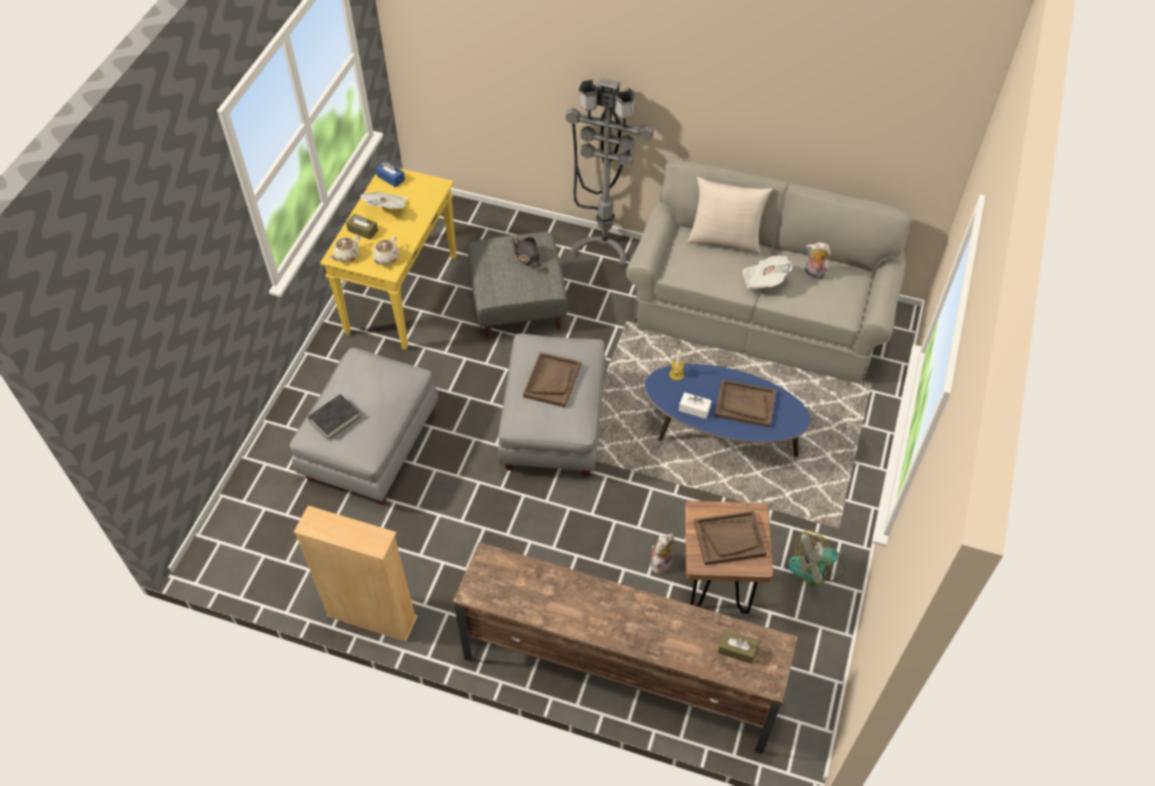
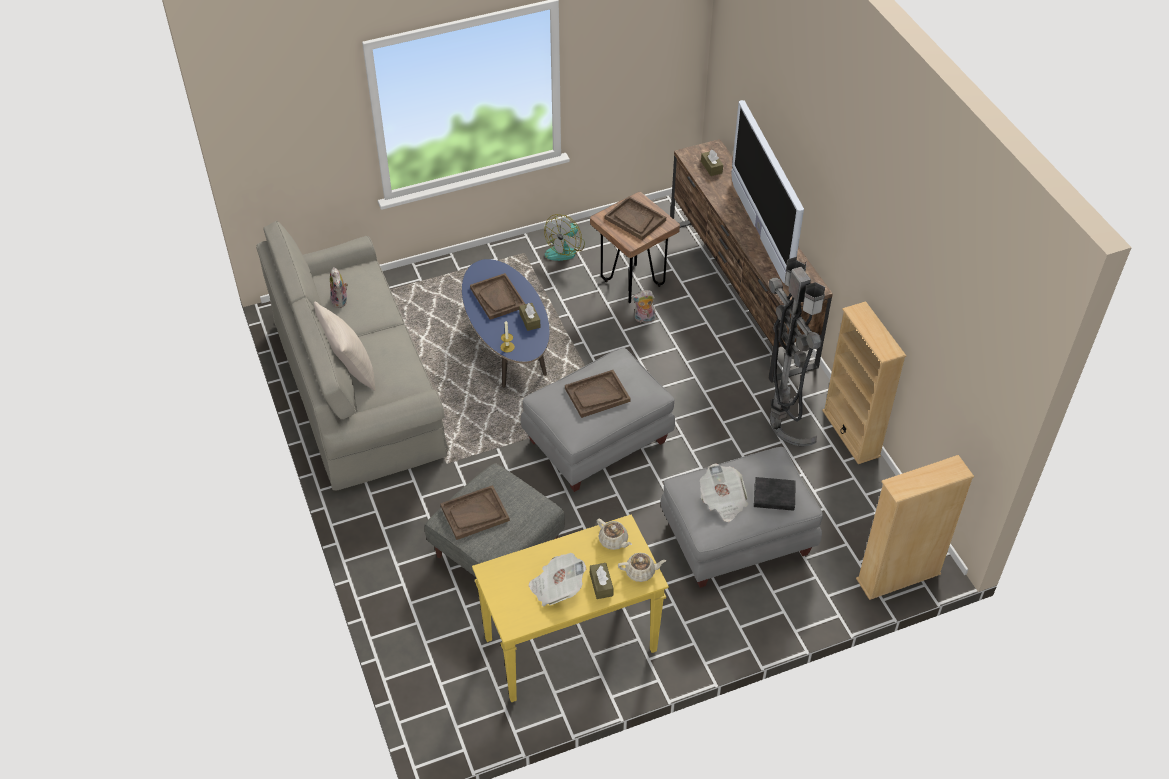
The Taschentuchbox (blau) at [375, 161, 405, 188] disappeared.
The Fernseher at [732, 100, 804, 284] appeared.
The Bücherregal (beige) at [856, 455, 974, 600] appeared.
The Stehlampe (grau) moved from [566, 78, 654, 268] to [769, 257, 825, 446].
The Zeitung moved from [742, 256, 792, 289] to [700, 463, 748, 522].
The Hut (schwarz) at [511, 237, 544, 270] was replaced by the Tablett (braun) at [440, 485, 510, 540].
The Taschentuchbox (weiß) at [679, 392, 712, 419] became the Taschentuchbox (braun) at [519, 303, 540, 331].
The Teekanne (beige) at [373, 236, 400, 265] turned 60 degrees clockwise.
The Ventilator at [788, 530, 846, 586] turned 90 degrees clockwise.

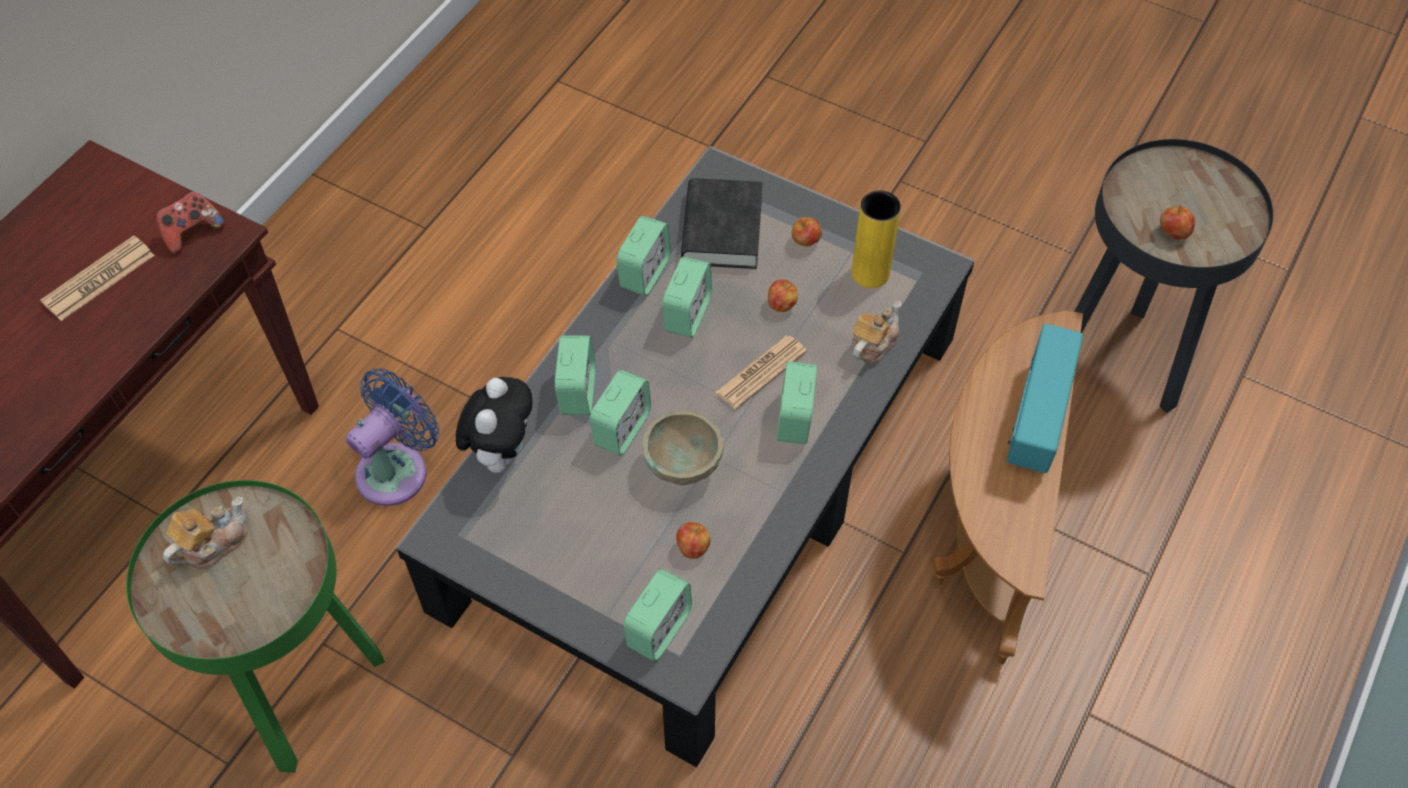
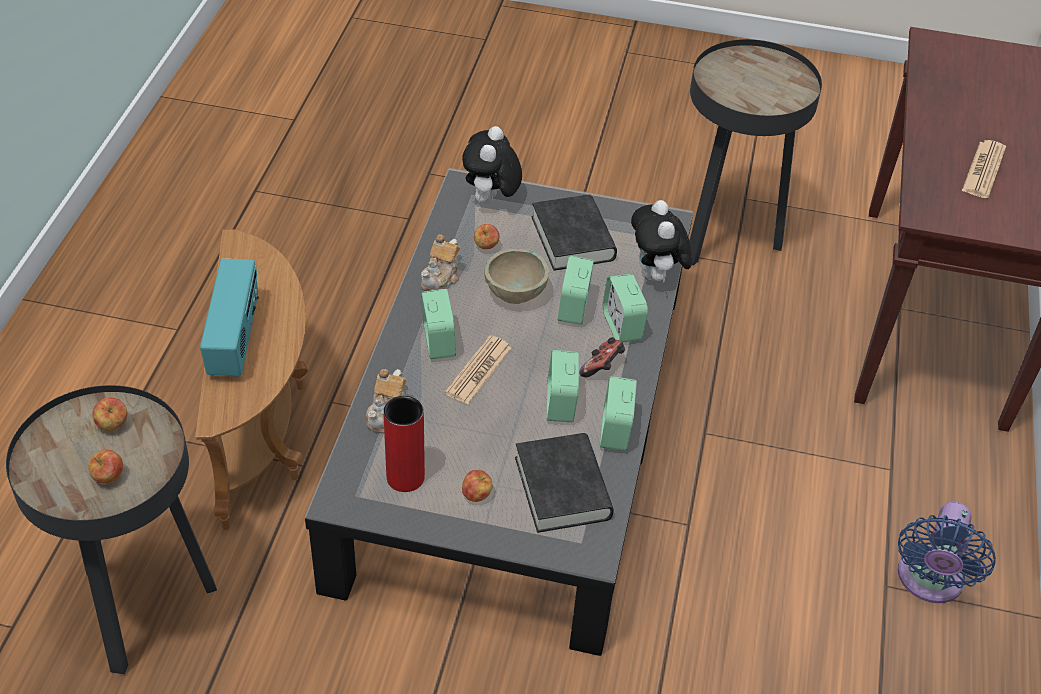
The Buch (schwarz) at [532, 195, 617, 271] appeared.
The Gamepad moved from [156, 192, 225, 254] to [579, 337, 625, 377].
The Teekanne moved from [163, 496, 248, 569] to [421, 234, 460, 291].
The Ventilator (blau) moved from [346, 368, 440, 506] to [898, 502, 996, 603].
The Apfel moved from [768, 279, 798, 312] to [88, 450, 123, 483].
The Wecker at [623, 569, 692, 662] was replaced by the Plüschtier at [462, 126, 522, 203].
The Beistelltisch (grün) at [126, 480, 385, 773] became the Beistelltisch (schwarz) at [689, 39, 822, 265].
The Vase (gelb) at [852, 190, 901, 288] became the Vase (rot) at [383, 396, 425, 492].

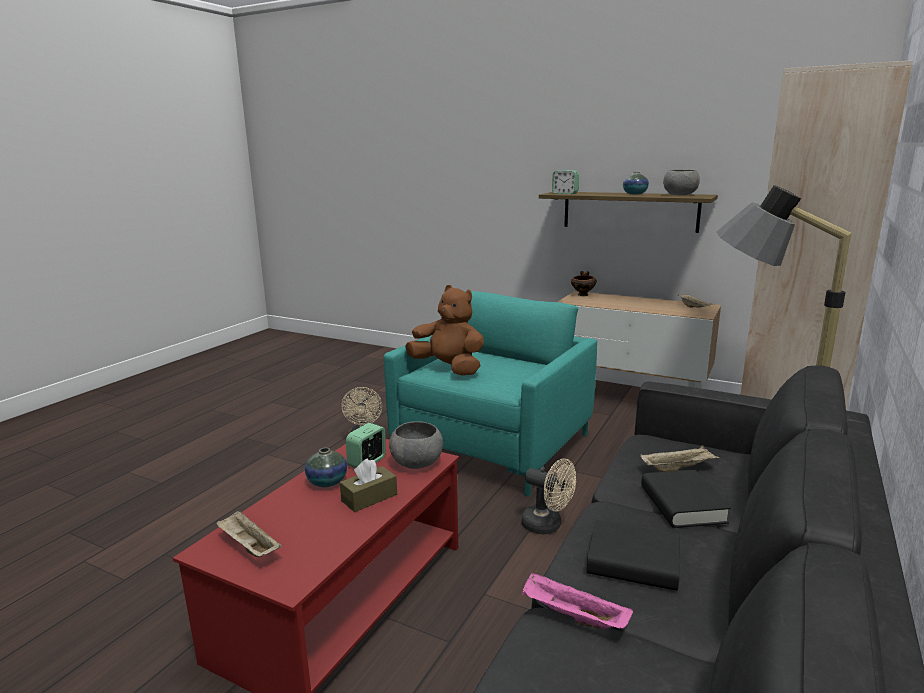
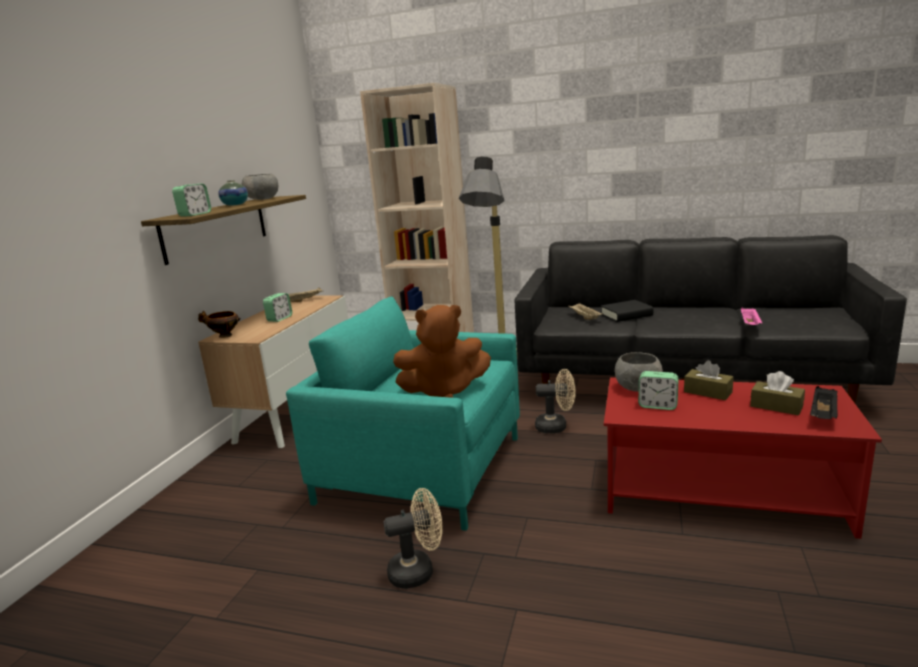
The Vase at [305, 448, 347, 487] disappeared.
The Buch (schwarz) at [586, 520, 680, 591] disappeared.
The Wecker at [263, 293, 292, 322] appeared.
The Taschentuchbox (braun) at [750, 371, 805, 415] appeared.
The Tablett (beige) at [216, 510, 282, 557] became the Tablett (schwarz) at [810, 386, 838, 419].
The Plüschtier (braun) at [405, 285, 484, 375] turned 120 degrees counterclockwise.
The Ventilator (beige) at [521, 459, 576, 535] turned 75 degrees clockwise.

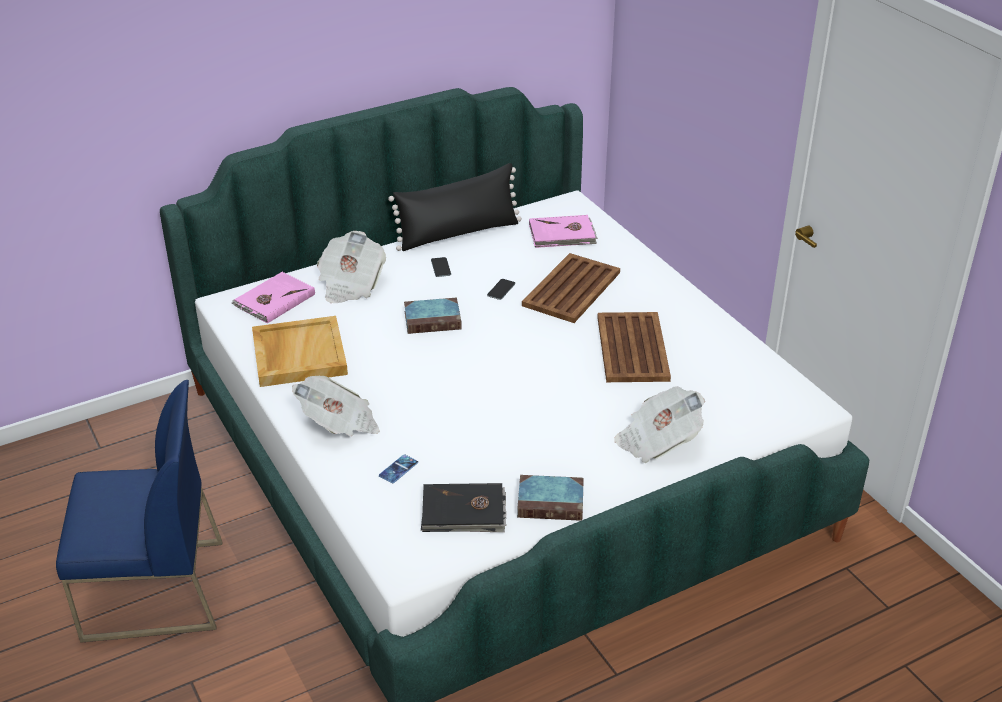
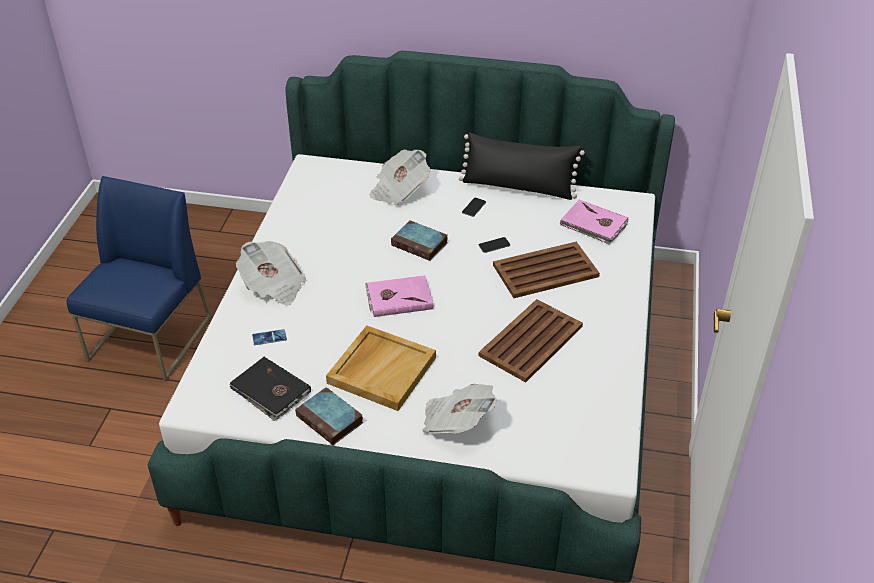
The Buch (rosa) moved from [232, 272, 315, 324] to [365, 275, 434, 317].
The Tablett (beige) moved from [252, 316, 348, 387] to [326, 325, 436, 411].
The Stuhl (blau) at [56, 380, 222, 643] turned 105 degrees counterclockwise.

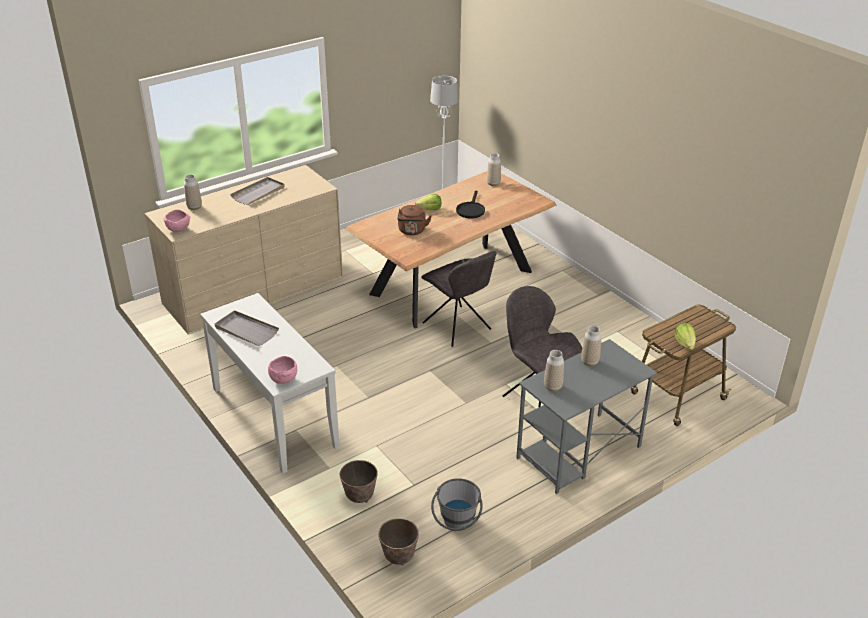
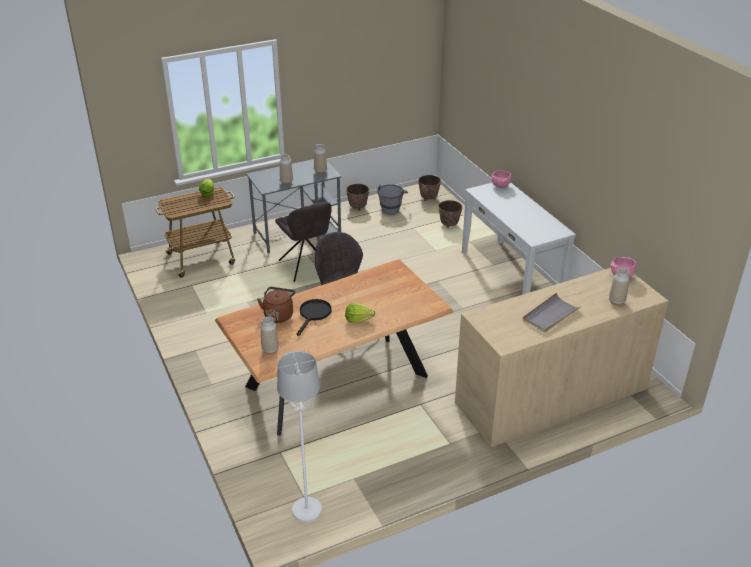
The Tablett (grau) at [215, 310, 279, 346] disappeared.
The Pflanzkübel at [346, 184, 369, 211] appeared.
The Wasserkessel (braun) moved from [397, 205, 432, 235] to [257, 287, 295, 323].

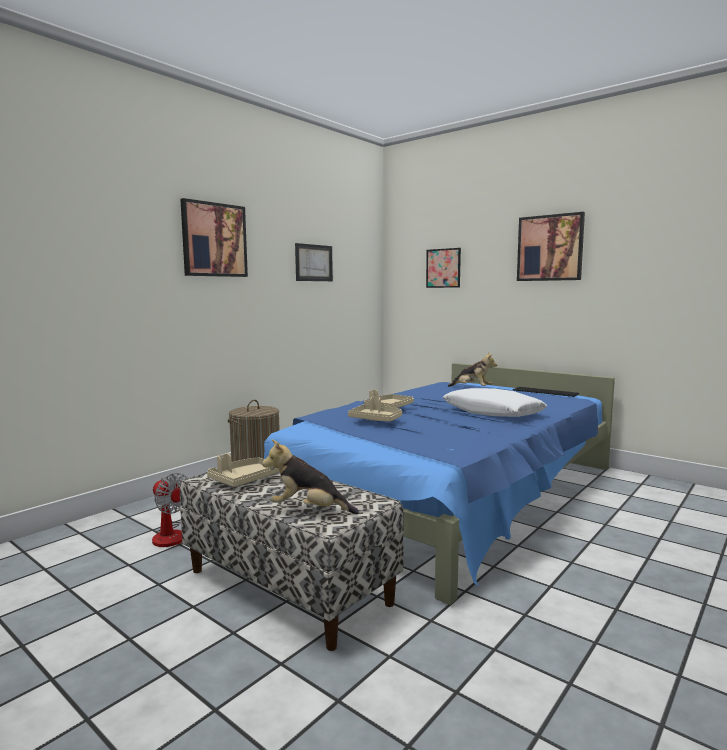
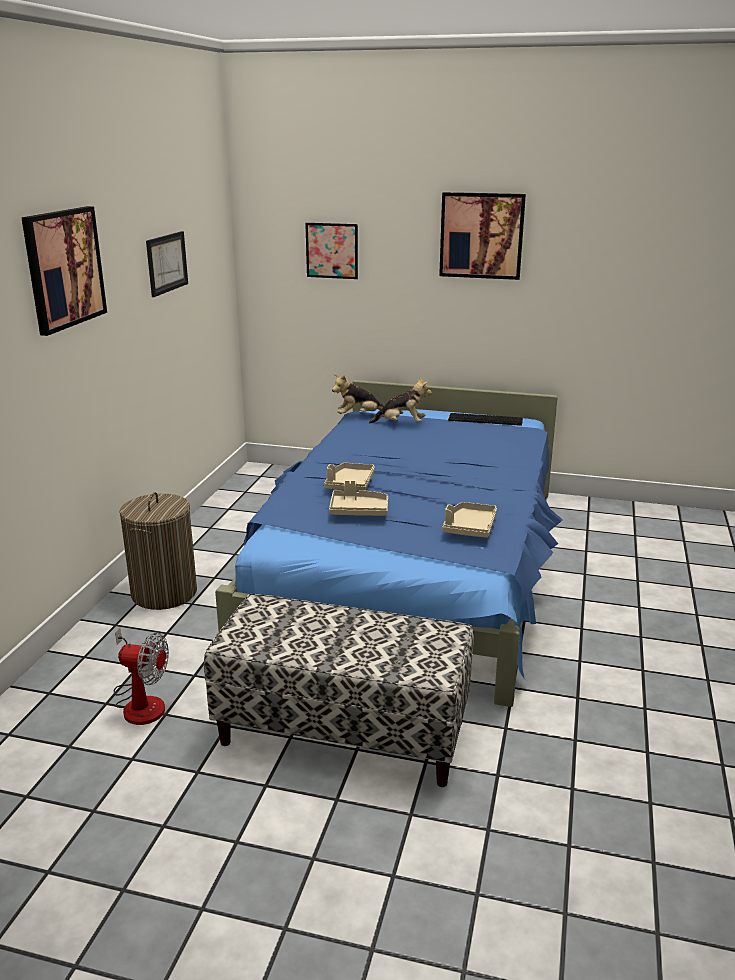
The Kissen (weiß) at [443, 388, 547, 417] disappeared.
The Tablett (beige) moved from [207, 453, 279, 487] to [442, 502, 497, 538].
The Plüschtier moved from [262, 439, 359, 514] to [332, 374, 384, 414].

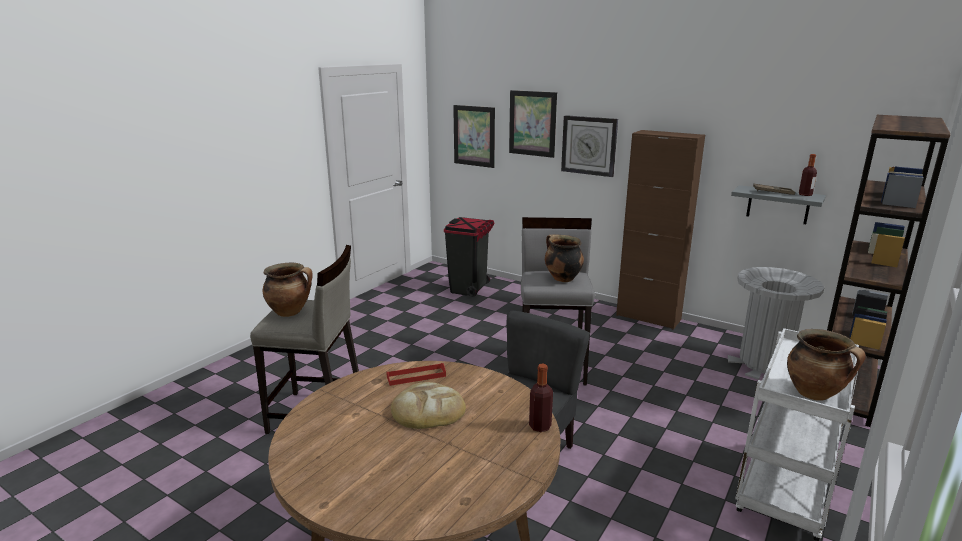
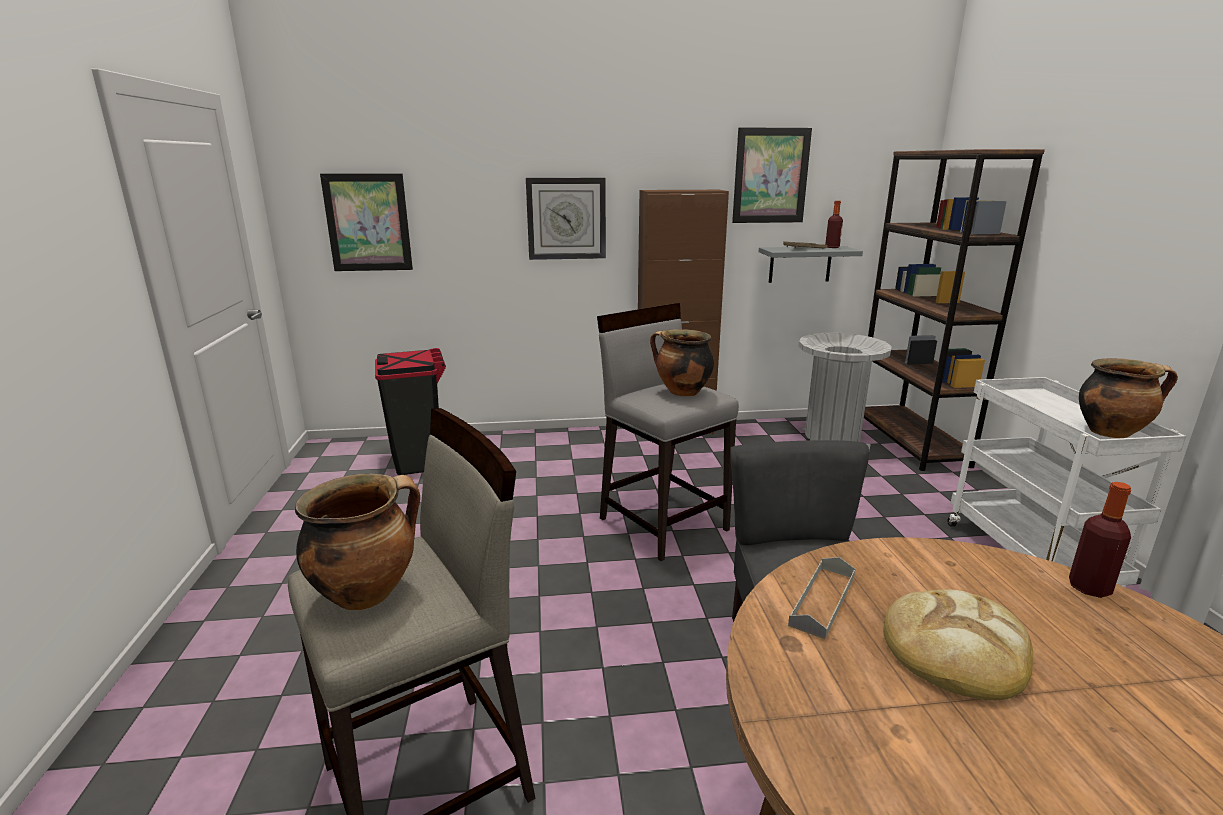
The Bild moved from [509, 90, 557, 158] to [732, 127, 812, 223].
The Tablett (rot) at [386, 363, 446, 386] became the Tablett (grau) at [788, 557, 855, 639].

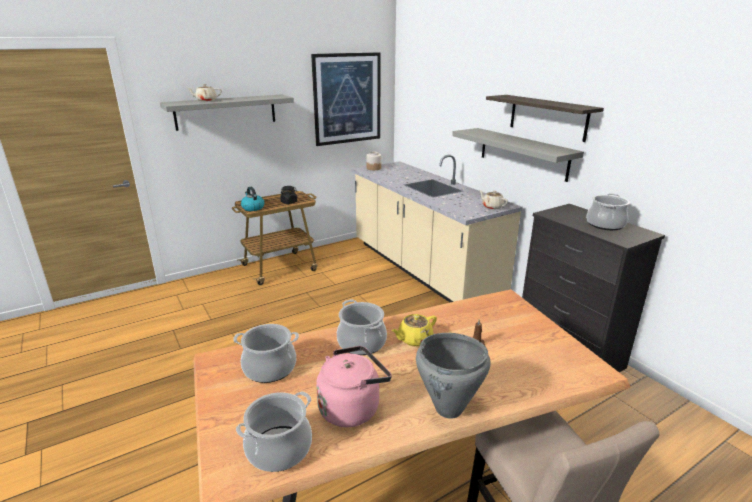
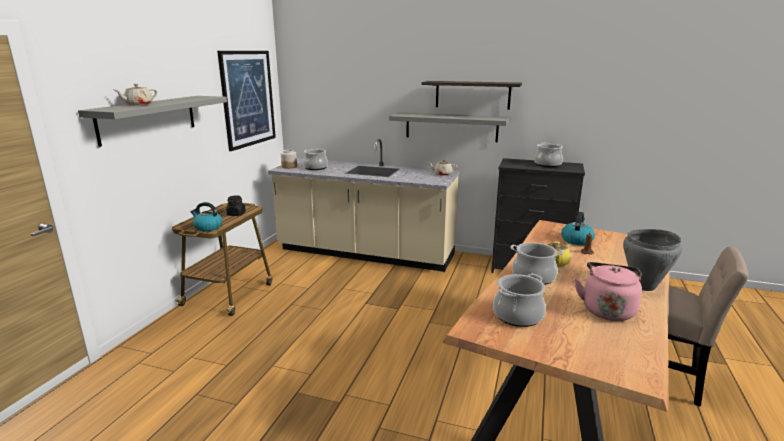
The Wasserkessel at [561, 212, 595, 245] appeared.
The Kochtopf moved from [236, 391, 312, 472] to [303, 148, 328, 170].

